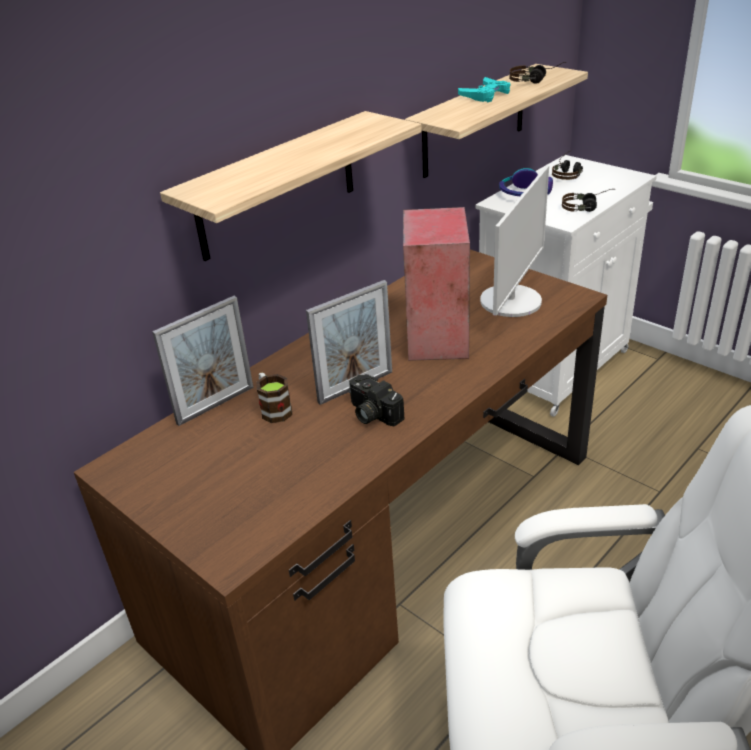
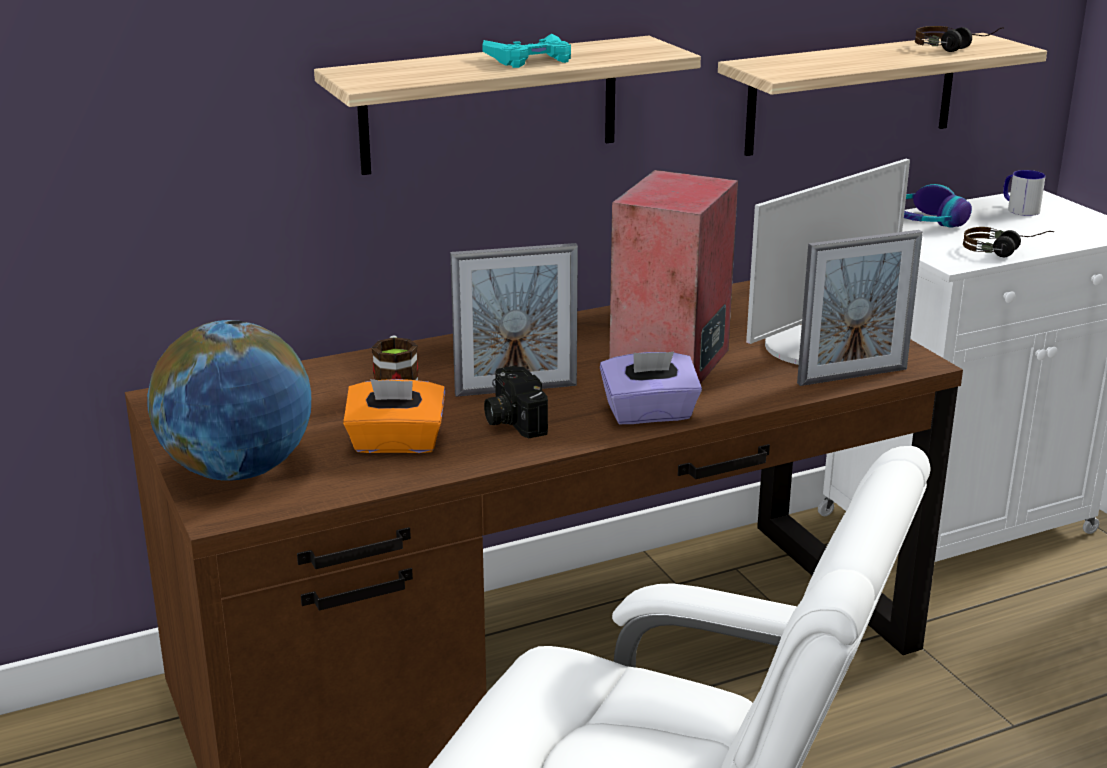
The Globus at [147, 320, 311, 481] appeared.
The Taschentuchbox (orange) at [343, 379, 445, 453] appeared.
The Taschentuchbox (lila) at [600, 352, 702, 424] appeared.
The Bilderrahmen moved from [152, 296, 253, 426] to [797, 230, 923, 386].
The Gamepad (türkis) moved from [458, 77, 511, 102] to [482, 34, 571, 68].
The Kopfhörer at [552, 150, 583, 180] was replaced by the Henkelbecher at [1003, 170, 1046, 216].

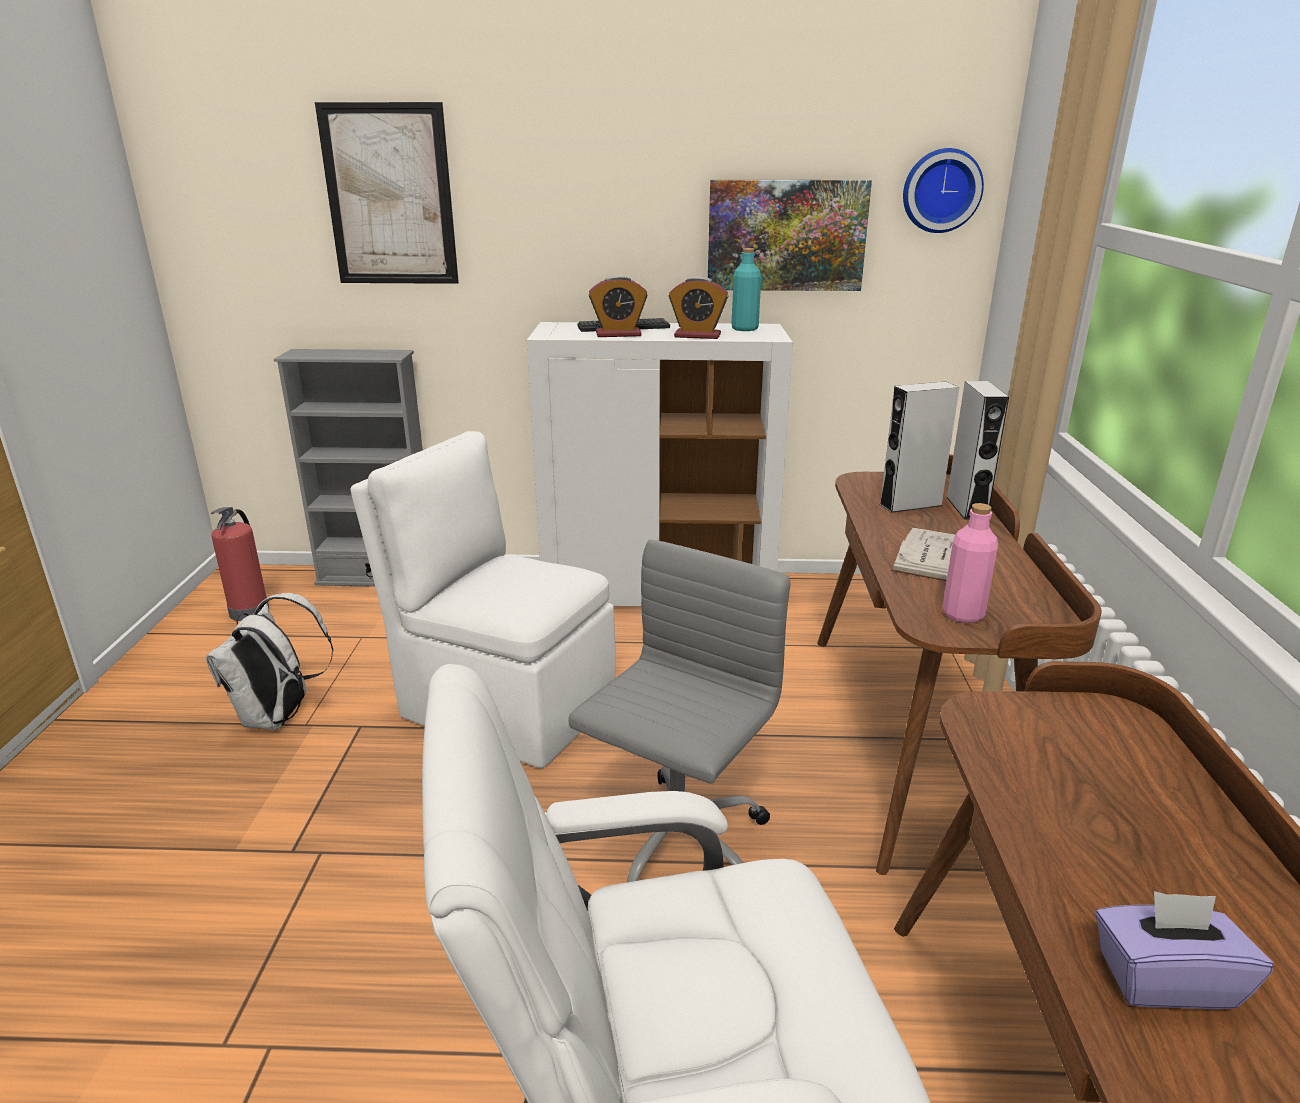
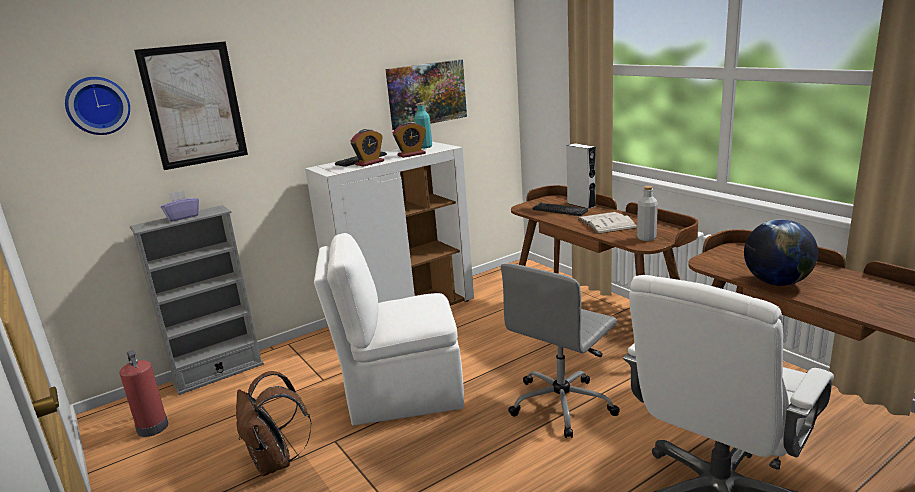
The Globus at [744, 219, 818, 286] appeared.
The Wanduhr moved from [903, 148, 984, 233] to [65, 77, 130, 135].
The Taschentuchbox (lila) moved from [1095, 891, 1273, 1010] to [161, 190, 199, 222].
The Lautsprecher (grau) at [879, 381, 960, 513] was replaced by the Tastatur at [532, 203, 588, 216].
The Rucksack (weiß) at [206, 593, 333, 730] became the Rucksack (braun) at [236, 371, 312, 476].
The Flasche (rosa) at [942, 503, 998, 623] became the Flasche (grau) at [637, 186, 658, 241].
The Bürostuhl (grau) at [568, 540, 791, 882] turned 135 degrees counterclockwise.

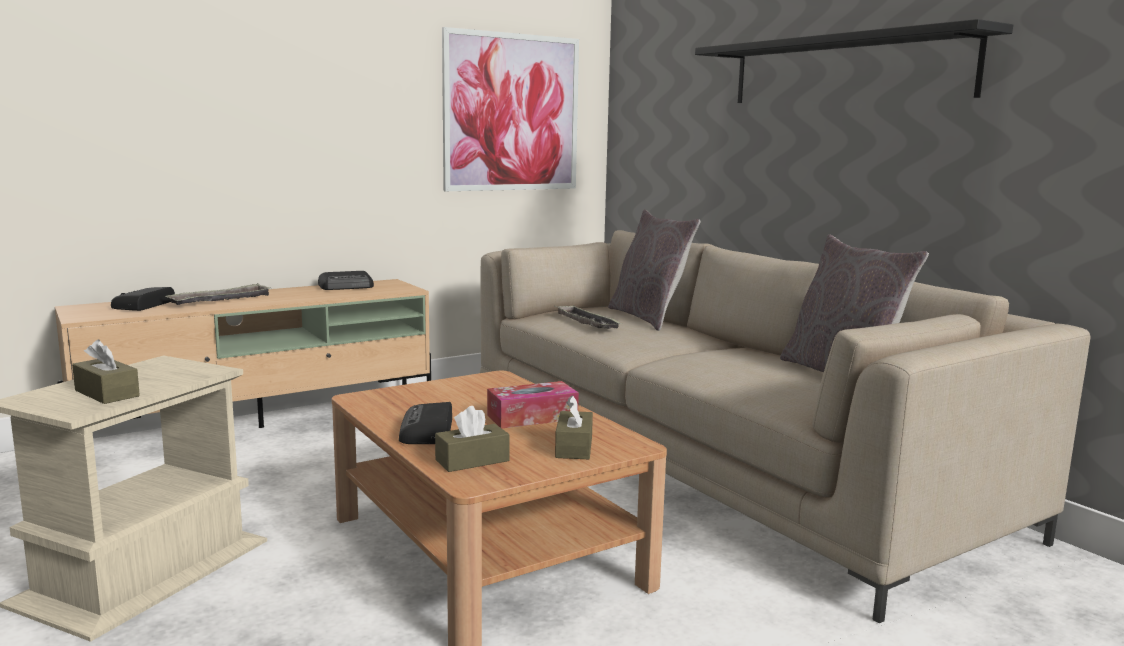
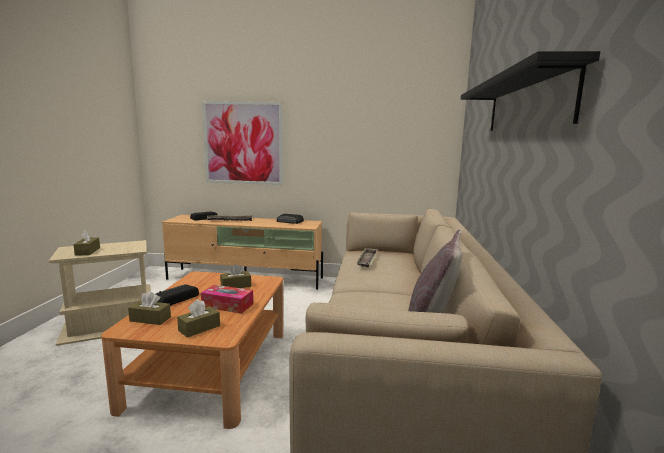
The Kissen (grau) at [608, 209, 701, 331] disappeared.
The Taschentuchbox (braun) at [220, 264, 251, 288] appeared.
The Bild moved from [442, 27, 579, 191] to [202, 101, 283, 185].

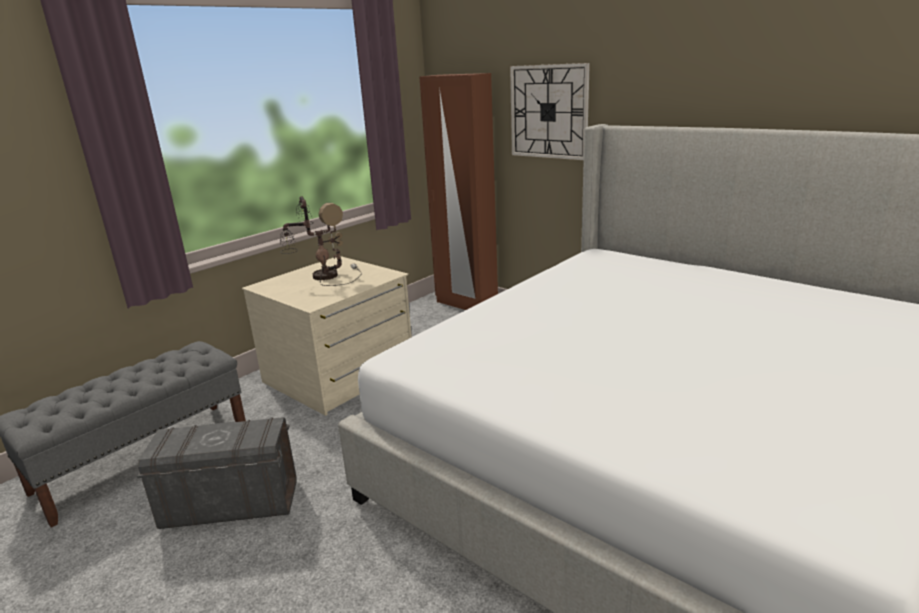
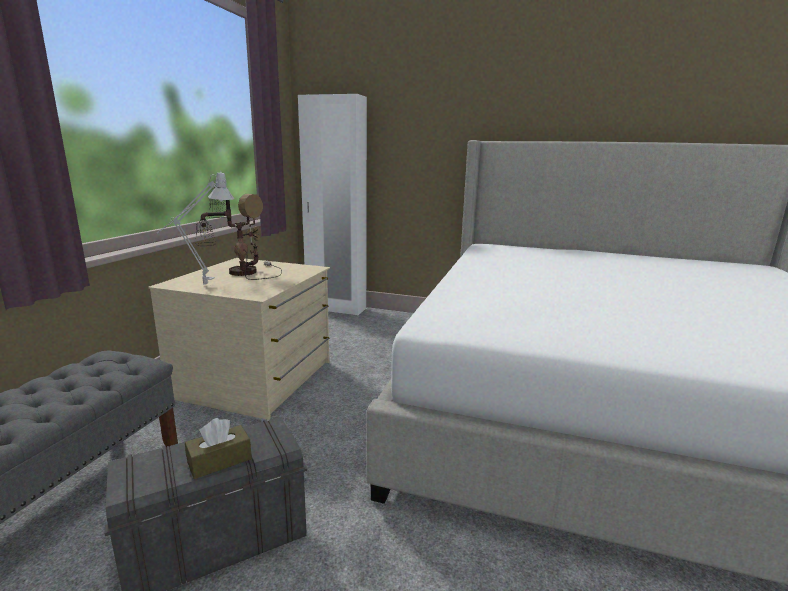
The Wanduhr at [510, 63, 590, 160] disappeared.
The Tischlampe (grau) at [156, 171, 234, 285] appeared.
The Taschentuchbox (braun) at [185, 418, 252, 479] appeared.
The Kleiderschrank (braun) at [419, 73, 498, 310] became the Kleiderschrank (weiß) at [298, 94, 367, 315].

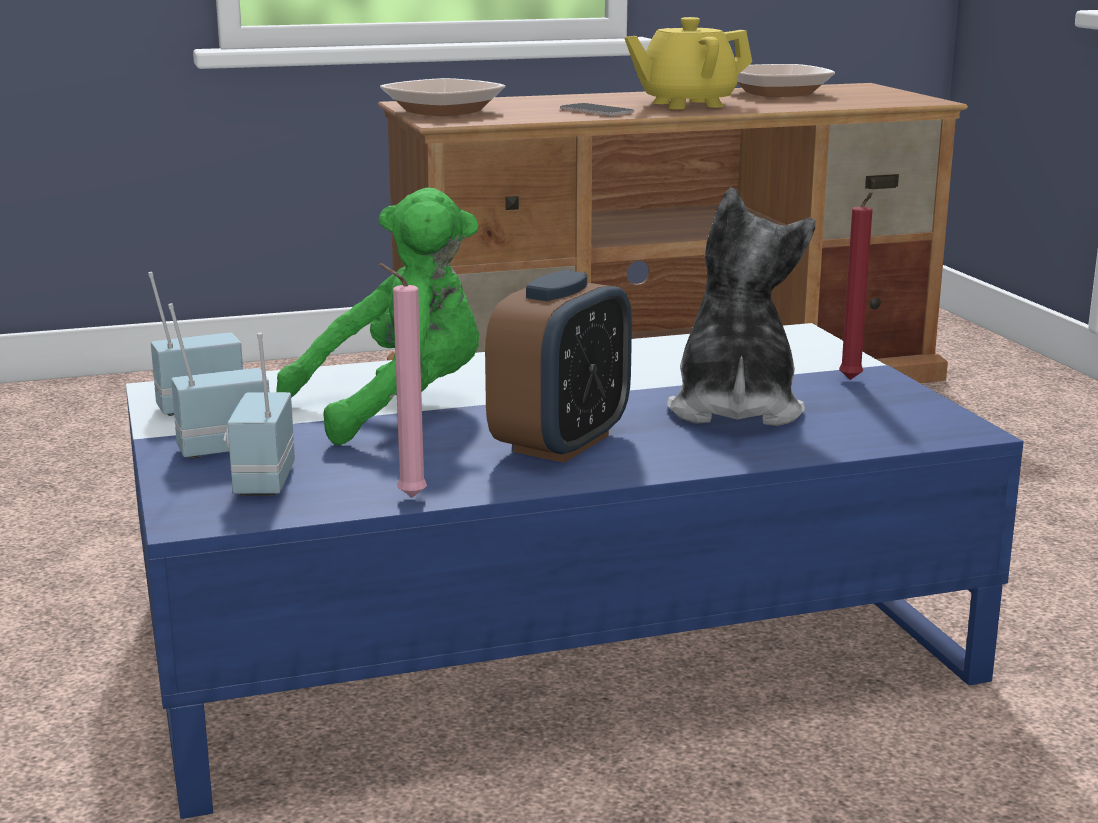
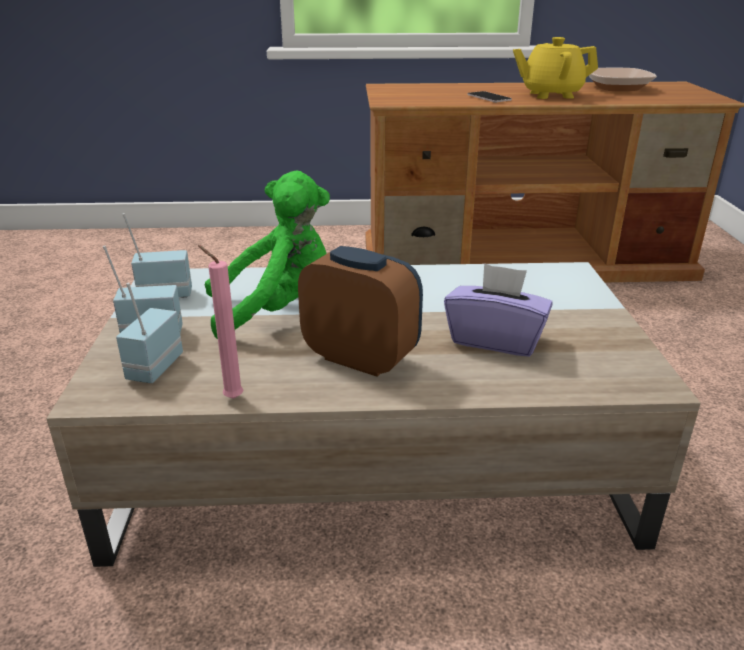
The Schüssel at [380, 78, 505, 116] disappeared.
The Kerze (rot) at [839, 192, 872, 380] disappeared.
The Plüschtier at [666, 187, 816, 426] was replaced by the Taschentuchbox (lila) at [444, 263, 553, 357].
The Couchtisch (blau) at [126, 323, 1024, 819] became the Couchtisch (beige) at [46, 262, 701, 567].
The Wecker at [485, 270, 632, 463] turned 105 degrees counterclockwise.

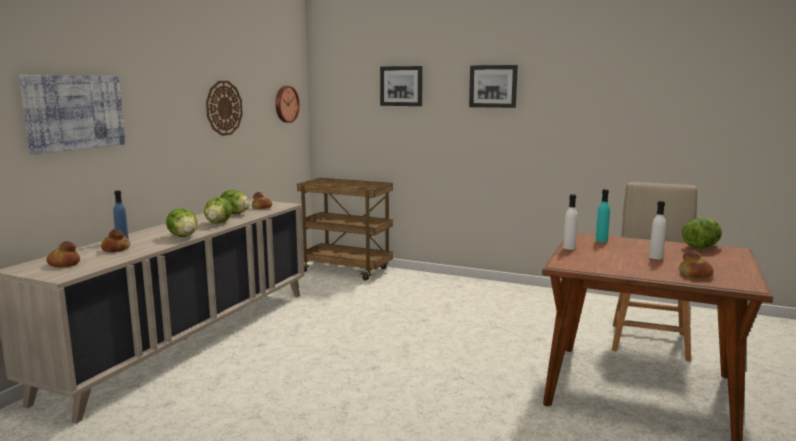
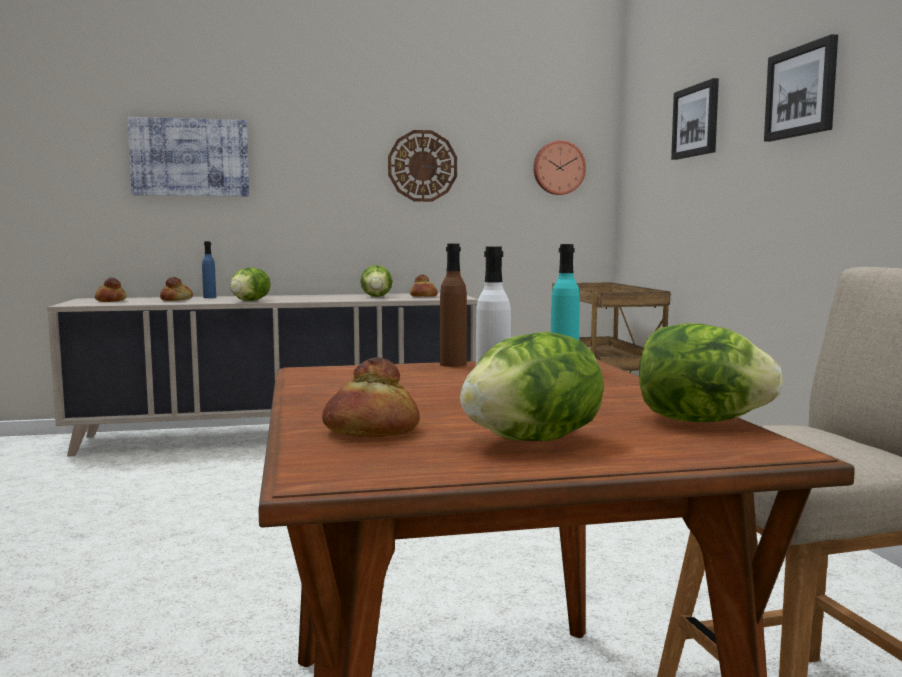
The Salatkopf moved from [204, 197, 233, 224] to [460, 332, 604, 441].
The Flasche (weiß) at [563, 194, 578, 250] became the Flasche (braun) at [440, 244, 467, 367].

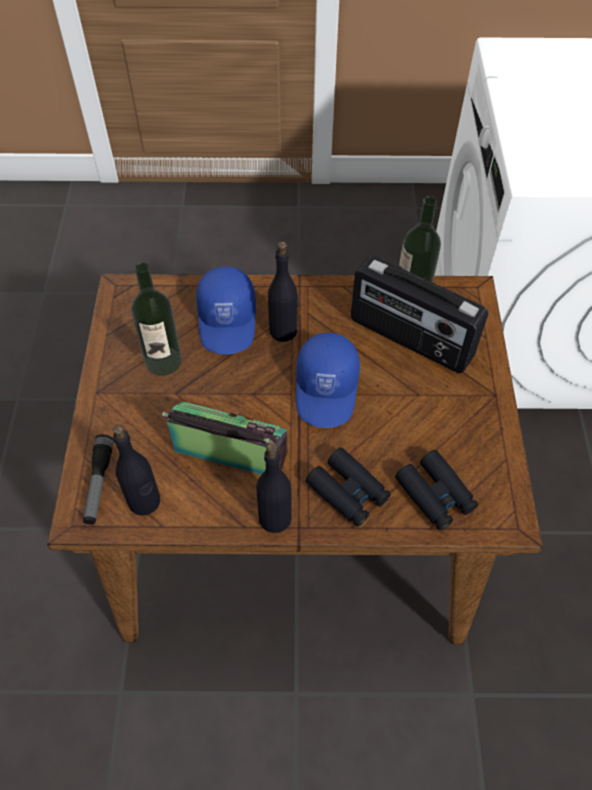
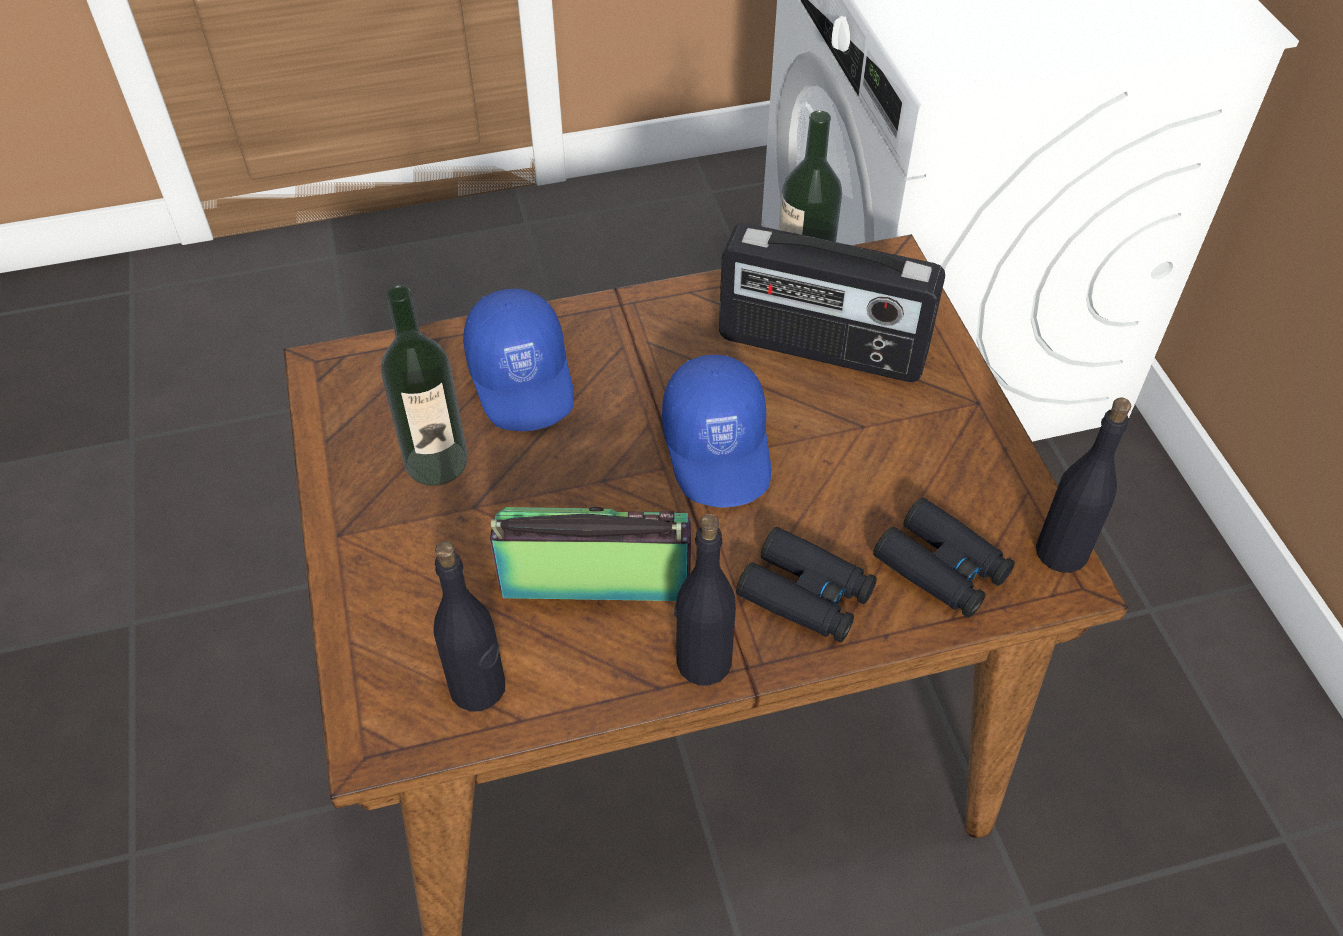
The Taschenlampe at [83, 434, 114, 525] disappeared.
The Flasche (schwarz) moved from [268, 241, 299, 342] to [1036, 398, 1131, 573].

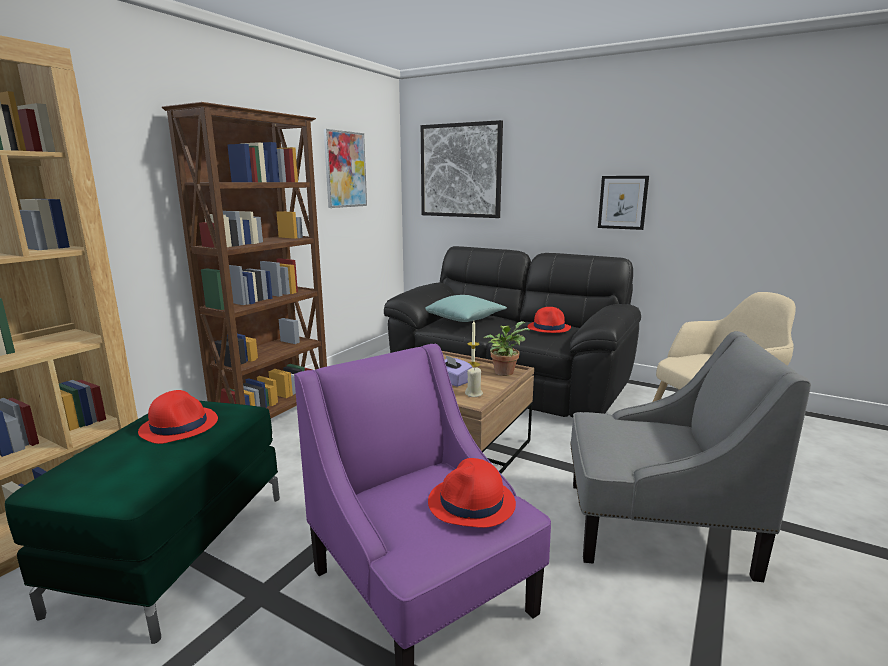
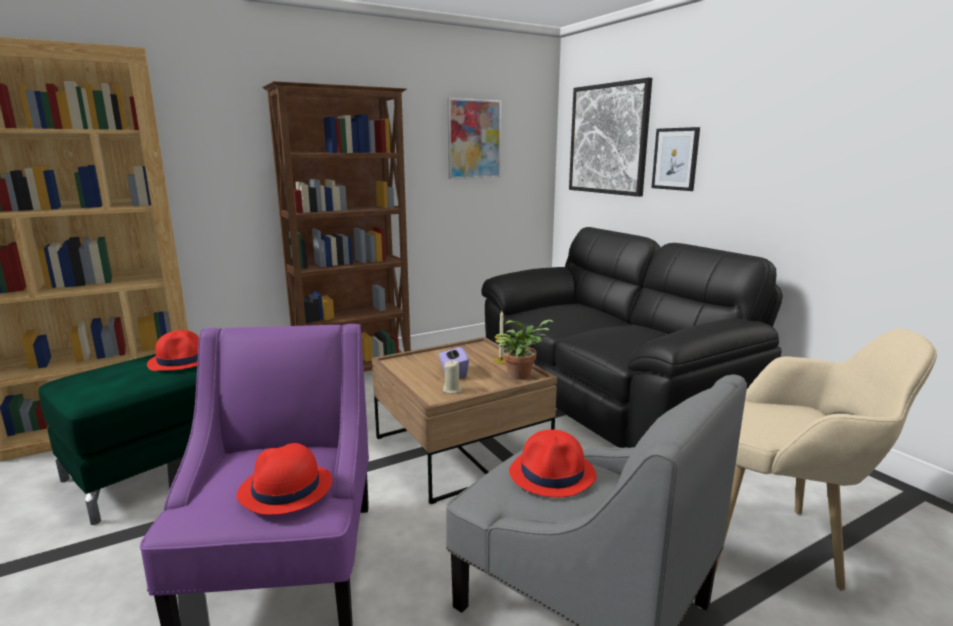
The Kissen (türkis) at [425, 295, 507, 322] disappeared.
The Hut (rot) moved from [528, 307, 571, 333] to [509, 429, 597, 497].
The Bild moved from [598, 176, 649, 230] to [651, 127, 700, 191].

